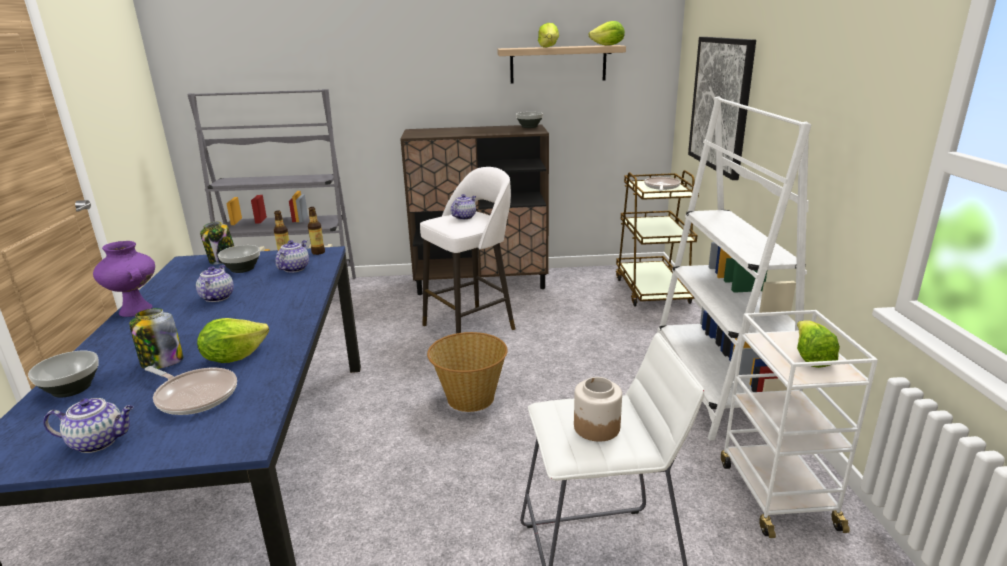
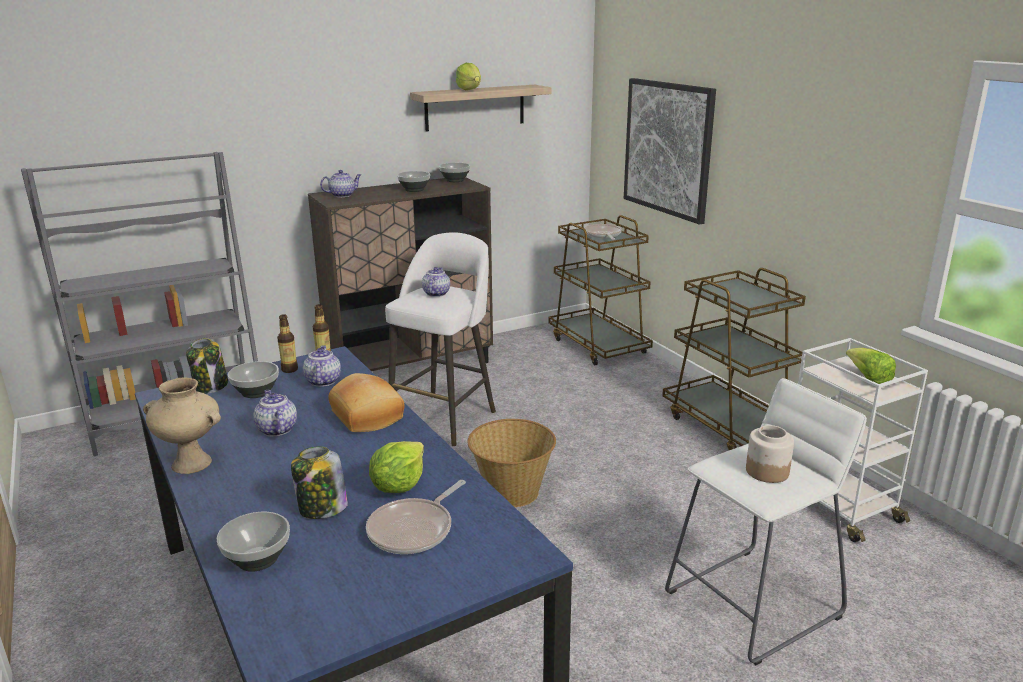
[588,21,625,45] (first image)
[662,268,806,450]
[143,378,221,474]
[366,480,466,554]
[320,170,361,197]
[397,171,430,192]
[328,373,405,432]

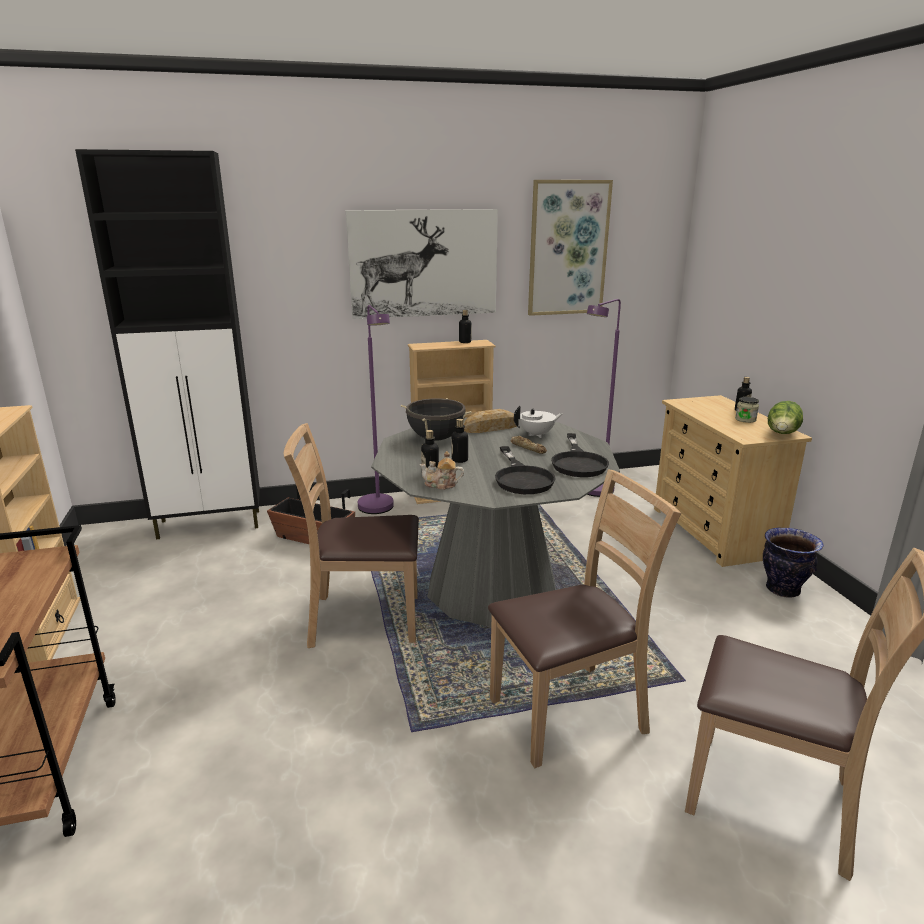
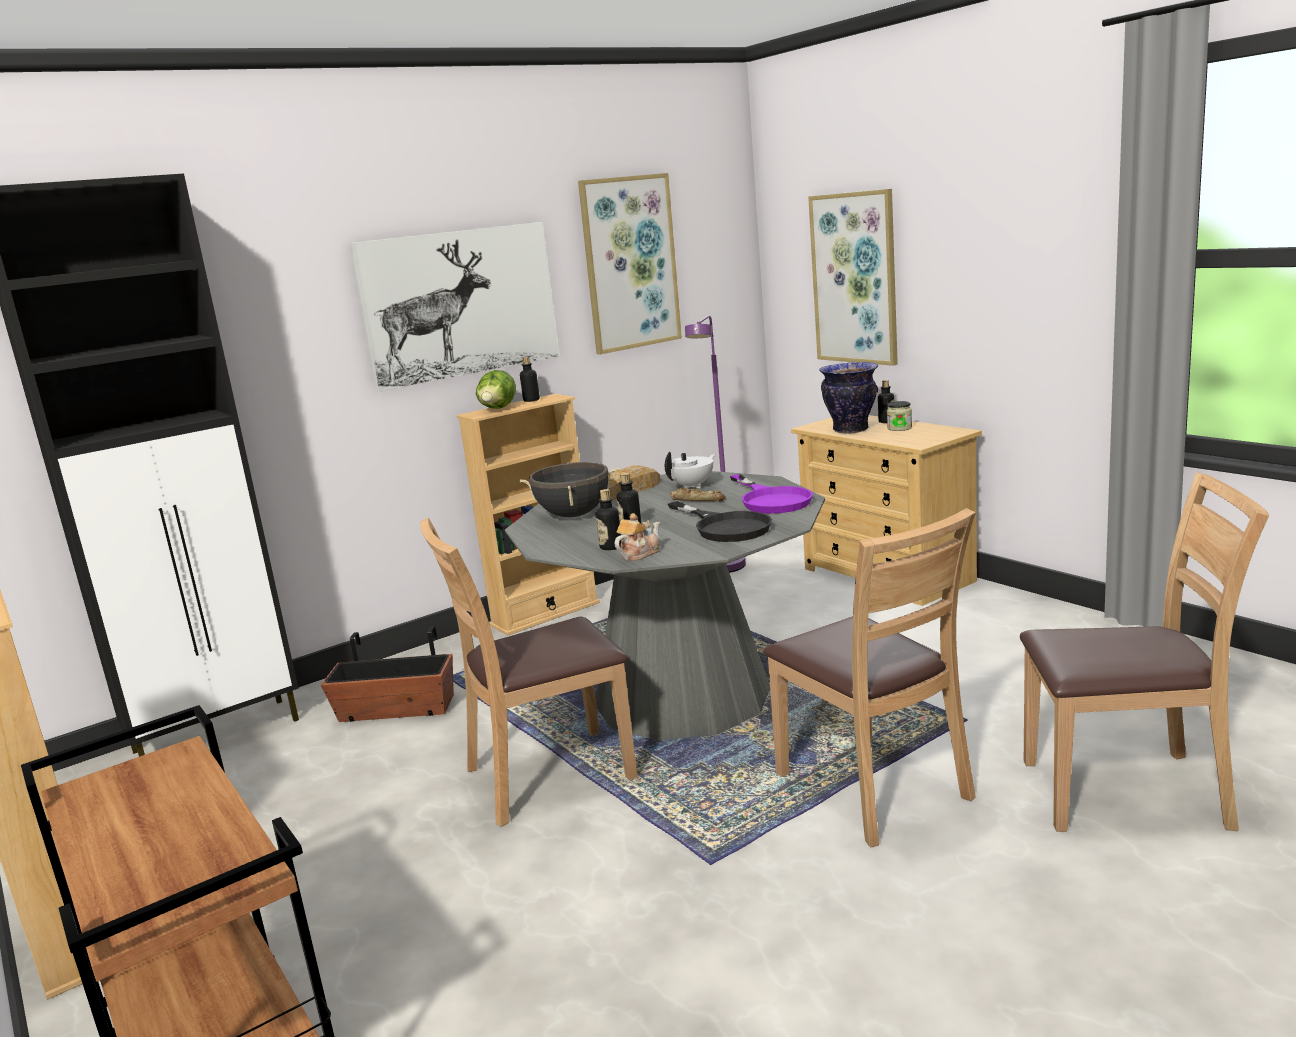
[358,305,394,514] (first image)
[476,370,516,409]
[730,474,813,514]
[615,513,660,561]
[764,508,976,847]
[819,362,878,433]
[808,189,898,366]

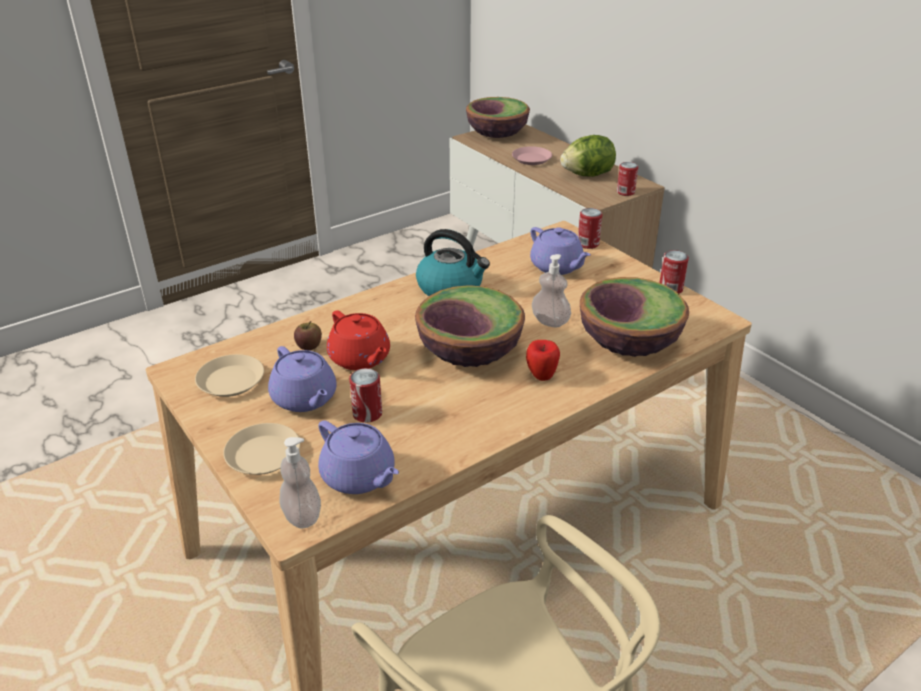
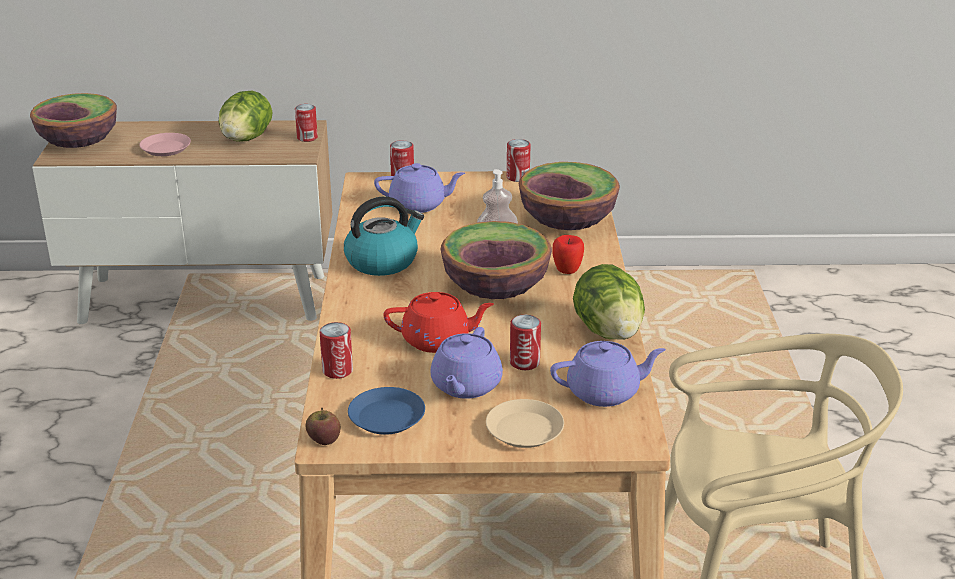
[306,408,340,445]
[430,327,503,399]
[348,387,425,435]
[279,437,321,529] (first image)
[573,264,645,340]
[320,322,353,379]

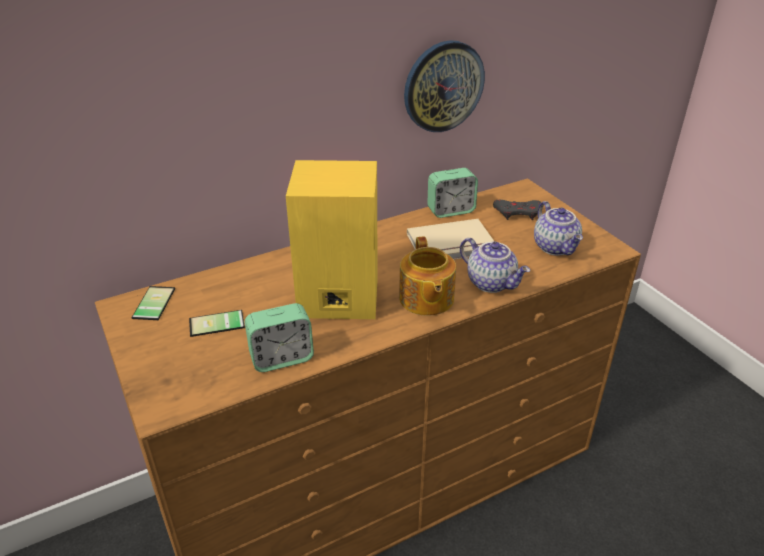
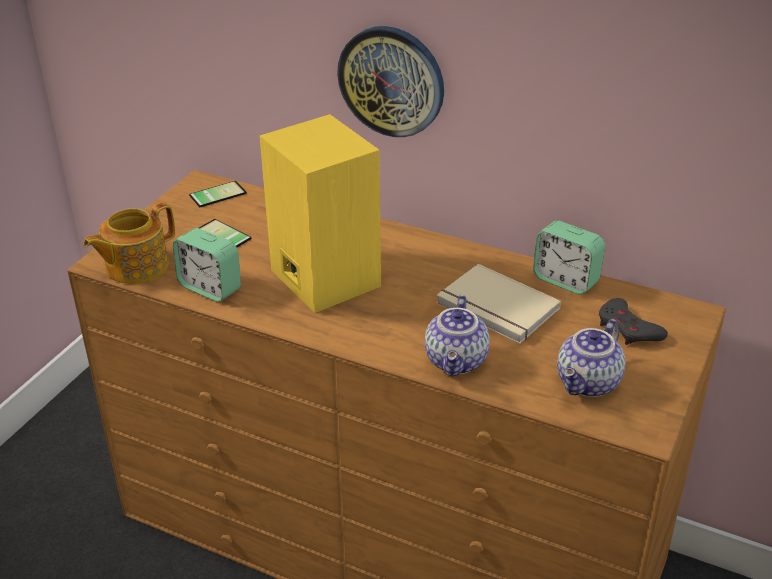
[337,26,444,137]
[83,203,175,284]

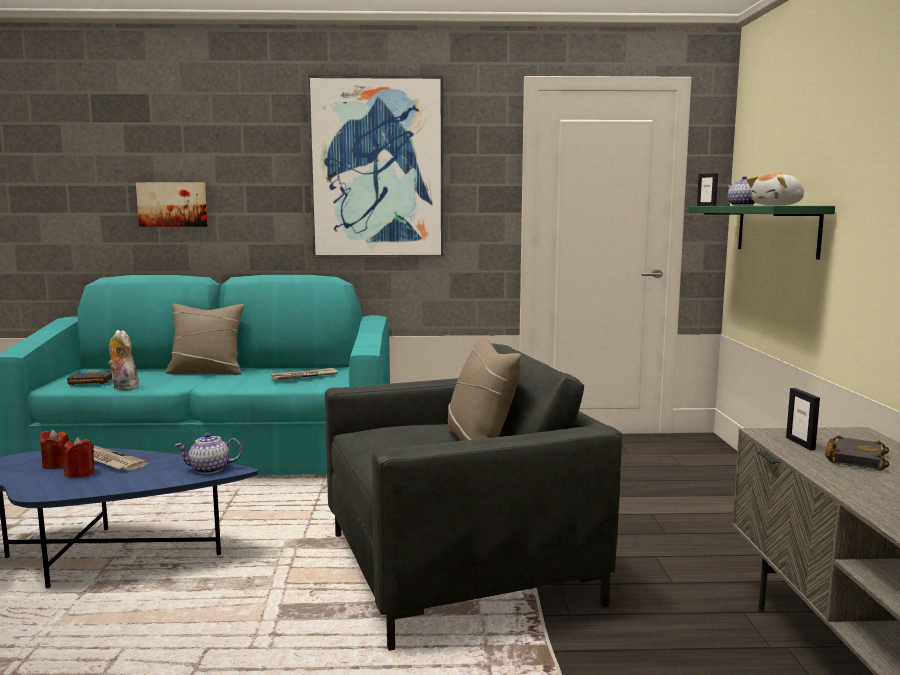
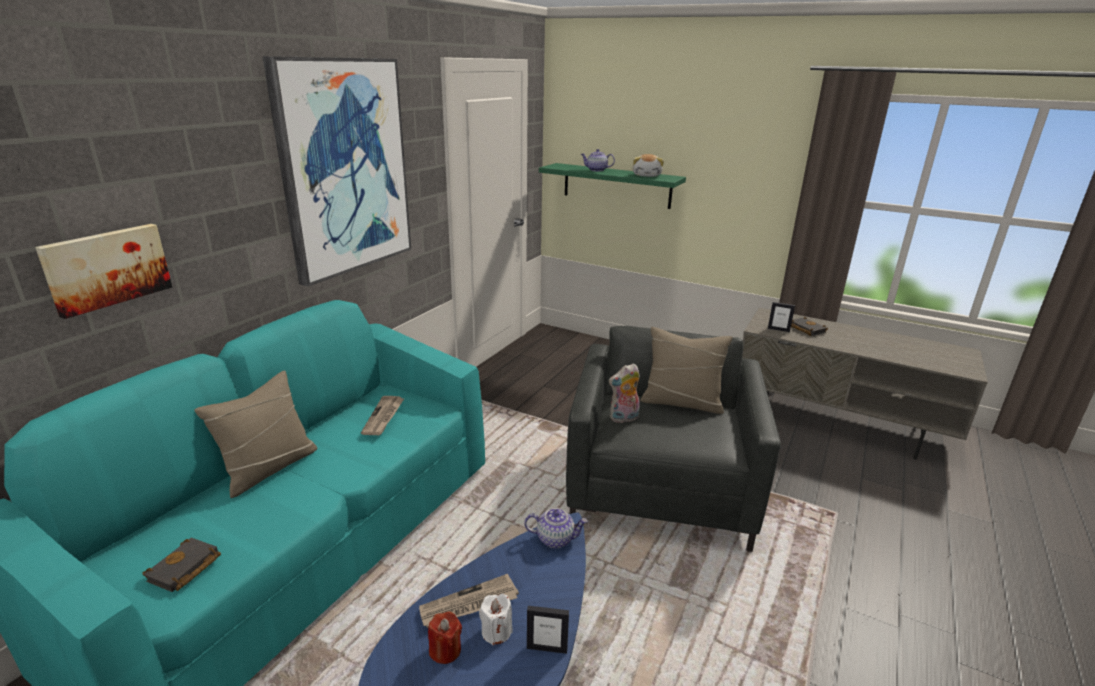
[527,606,569,654]
[609,363,640,423]
[524,508,588,548]
[479,594,513,645]

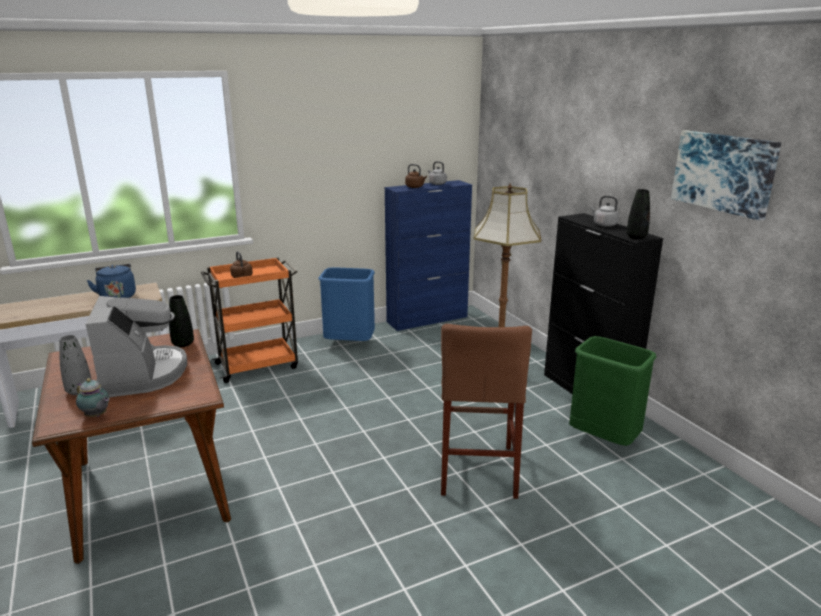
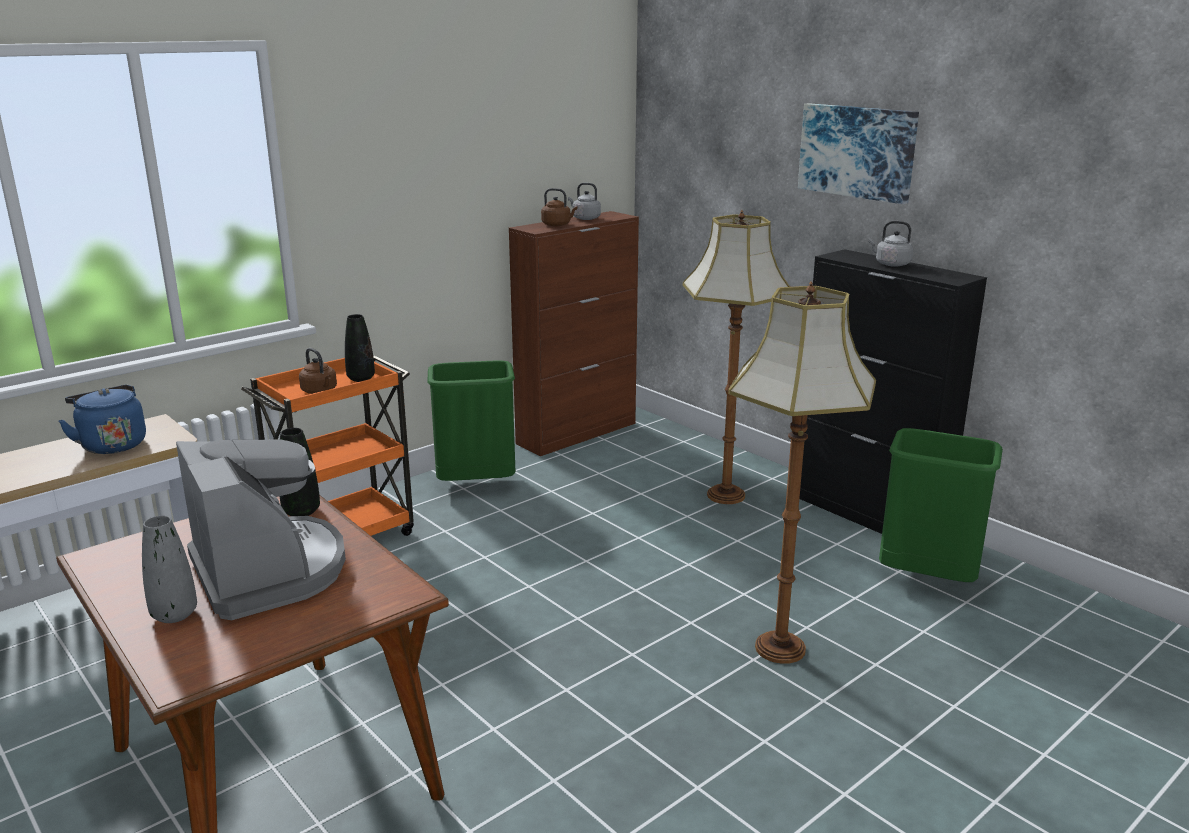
[798,103,919,204]
[509,211,639,456]
[345,314,375,382]
[427,361,516,481]
[728,281,876,664]
[76,378,109,417] (first image)

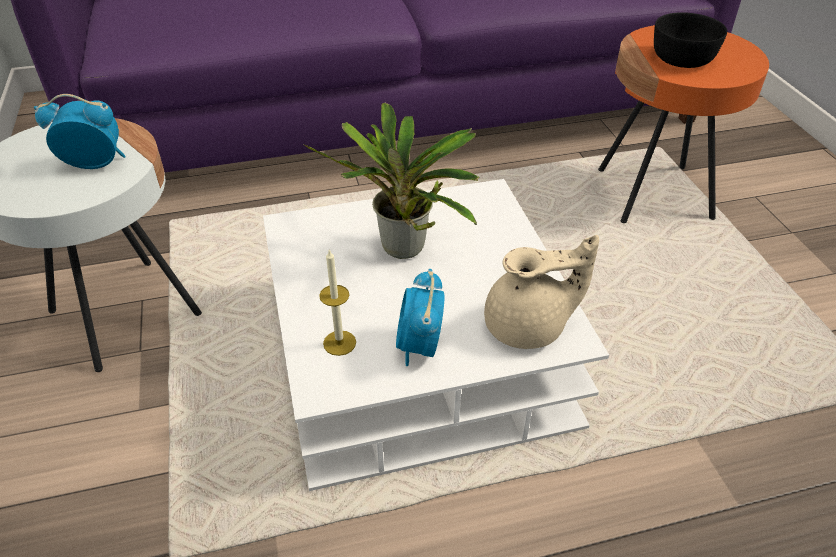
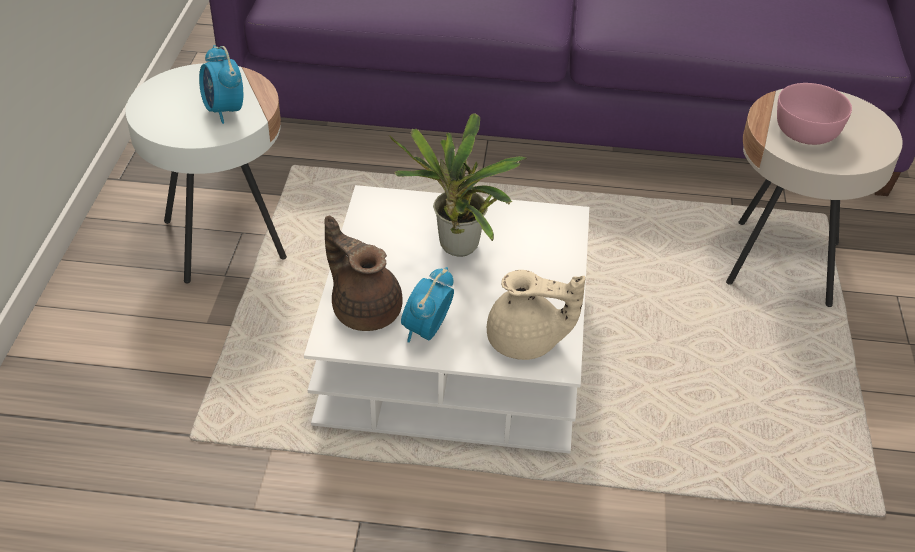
[777,83,852,145]
[726,89,902,307]
[199,45,243,124]
[324,215,403,331]

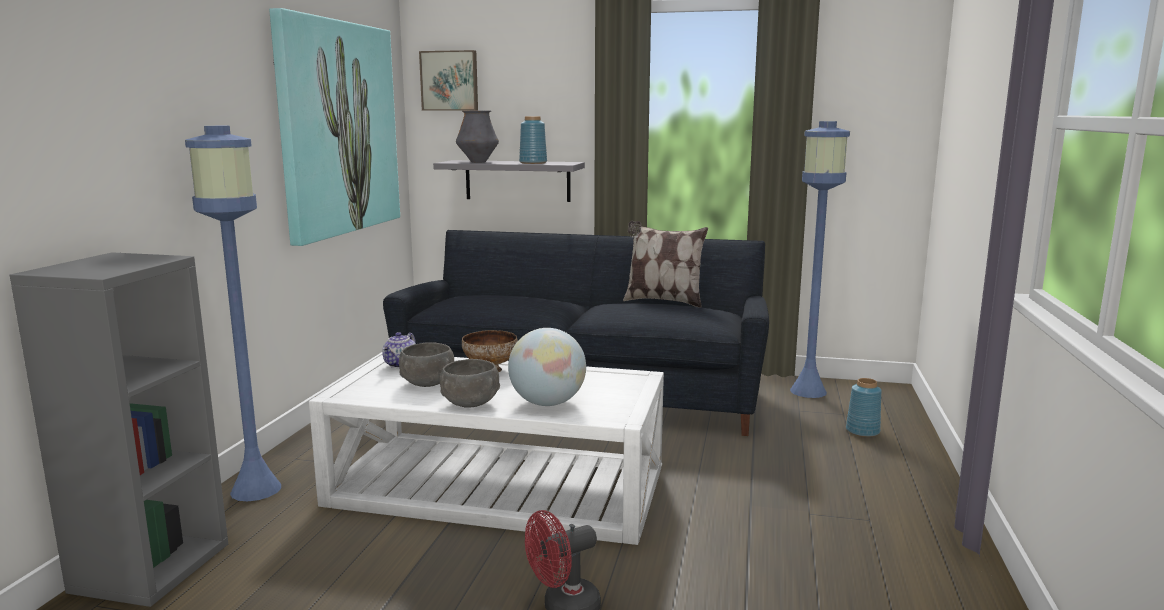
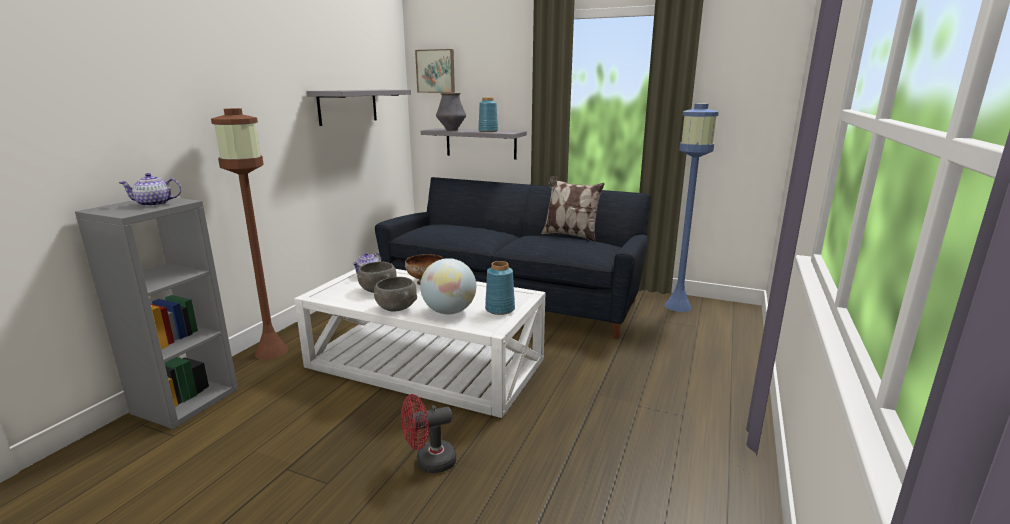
[307,90,411,126]
[211,108,289,360]
[485,261,515,315]
[119,173,182,207]

